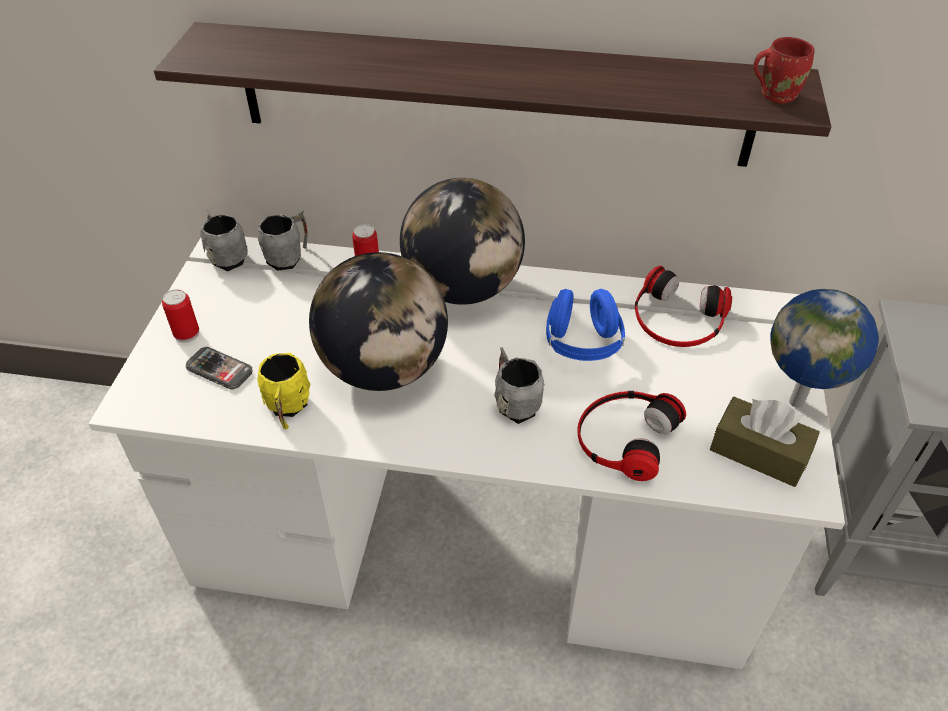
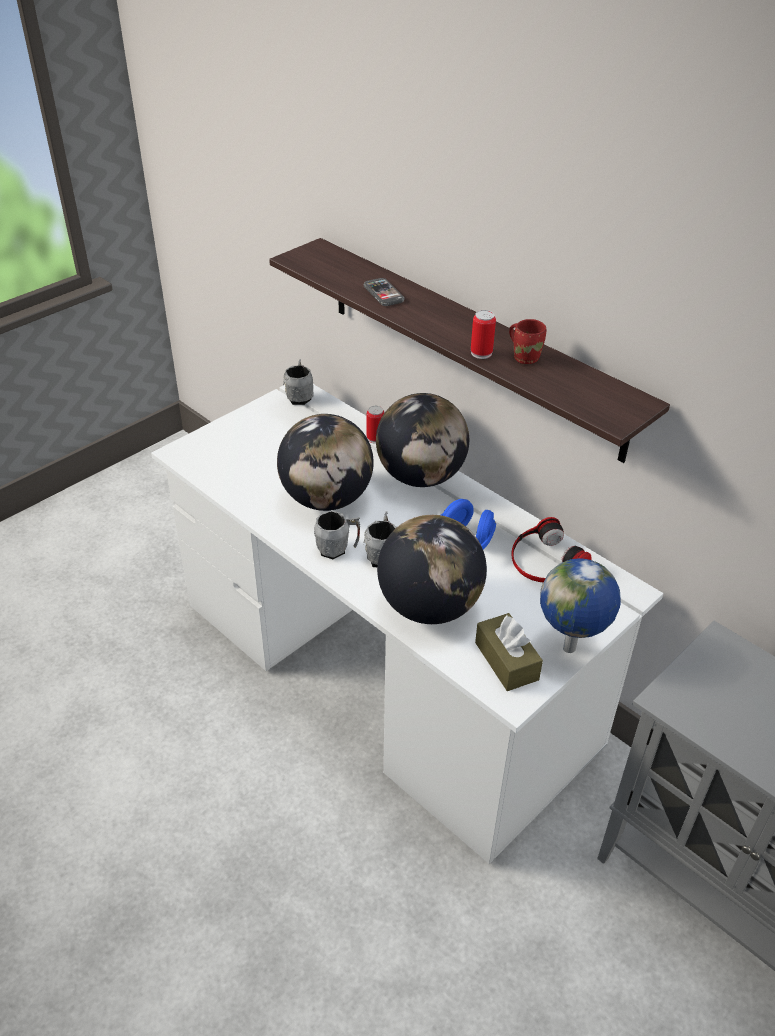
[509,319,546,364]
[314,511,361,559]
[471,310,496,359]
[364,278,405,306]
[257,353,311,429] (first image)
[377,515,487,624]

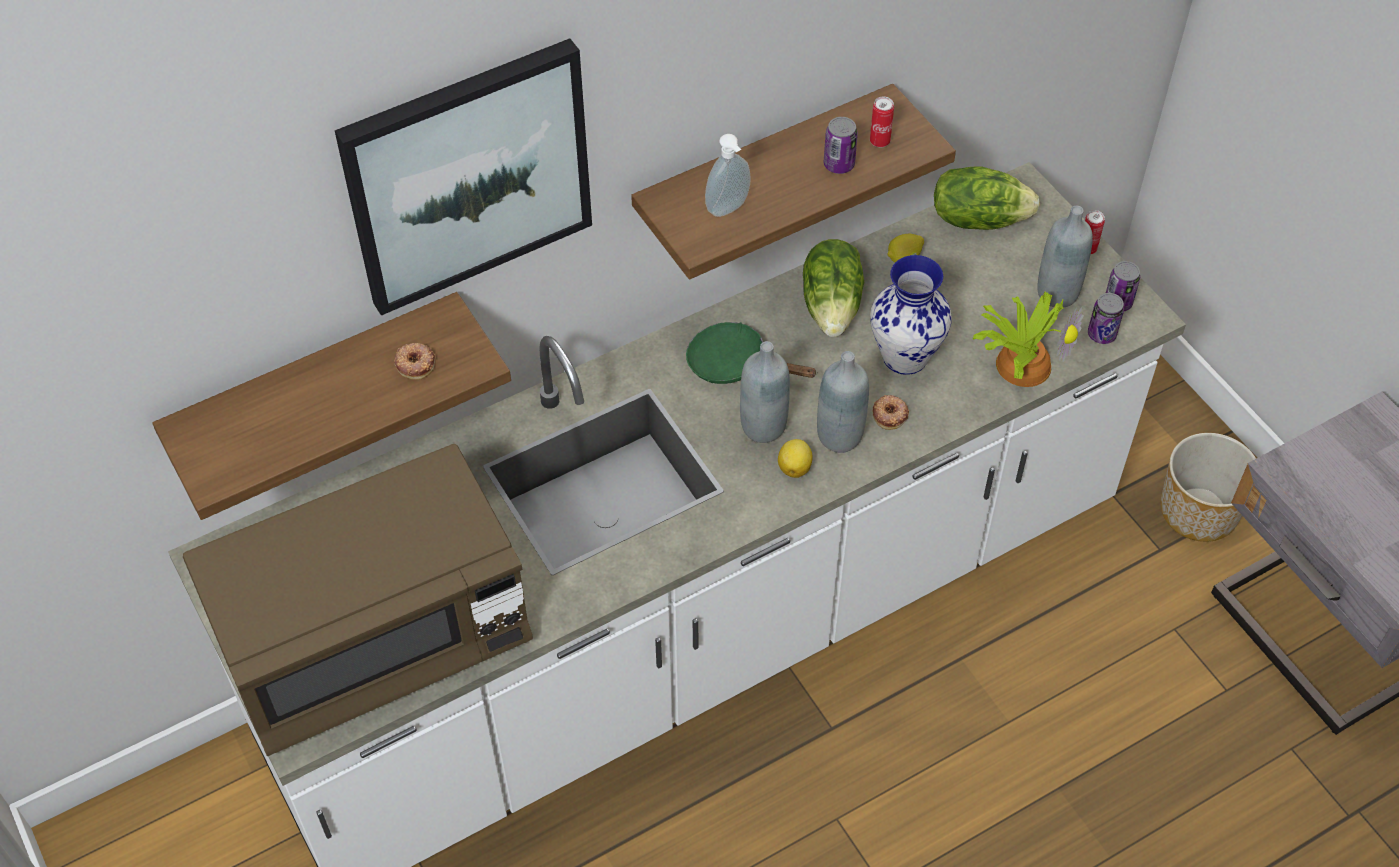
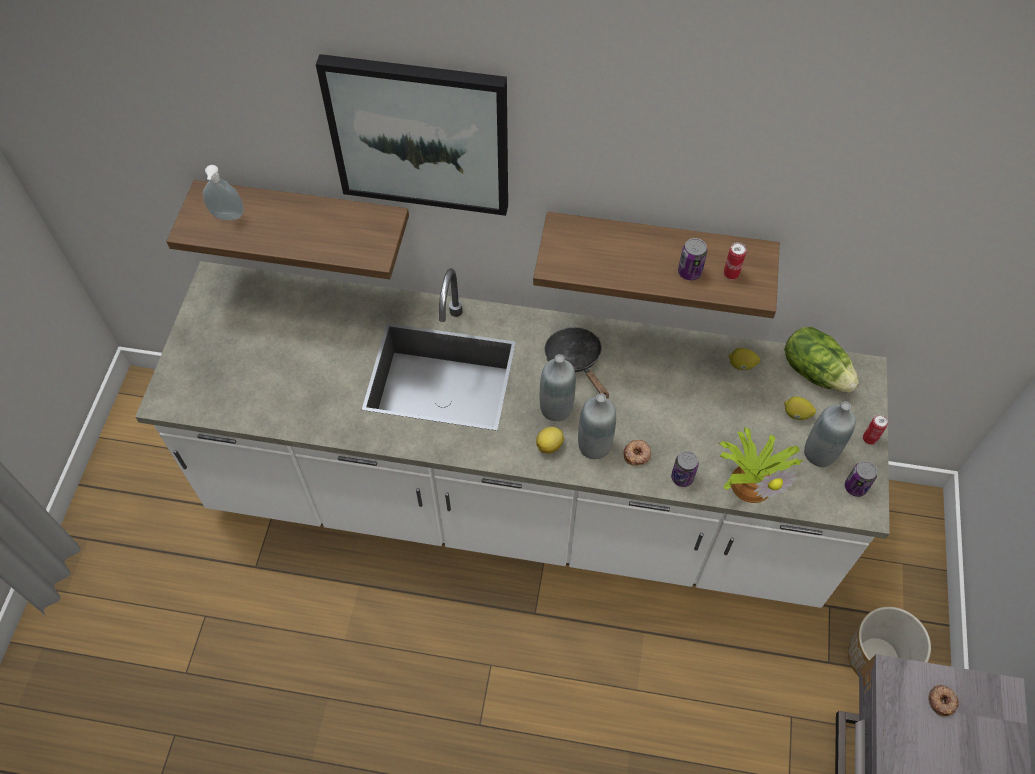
[203,165,244,220]
[803,239,864,337] (first image)
[870,255,952,375] (first image)
[671,451,699,487]
[544,327,609,399]
[929,685,959,717]
[183,444,533,756] (first image)
[784,396,816,420]

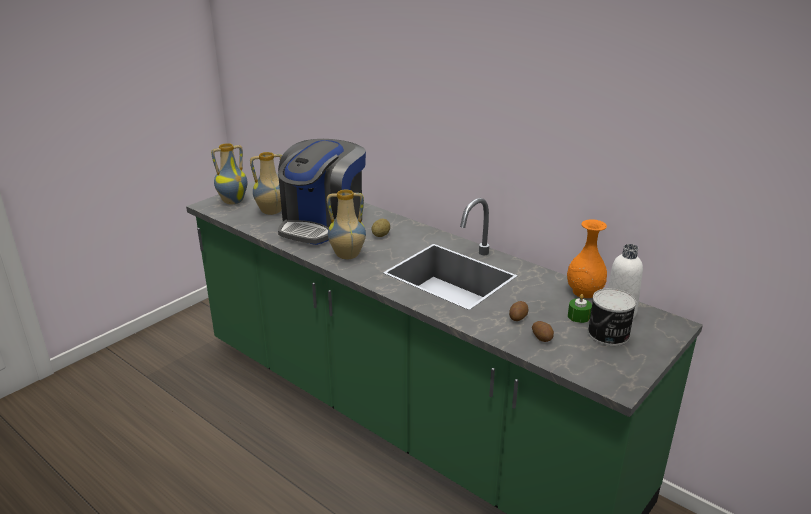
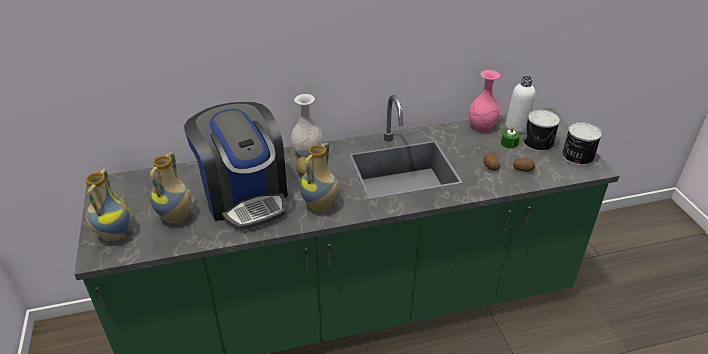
[469,70,500,131]
[291,94,323,158]
[562,122,602,166]

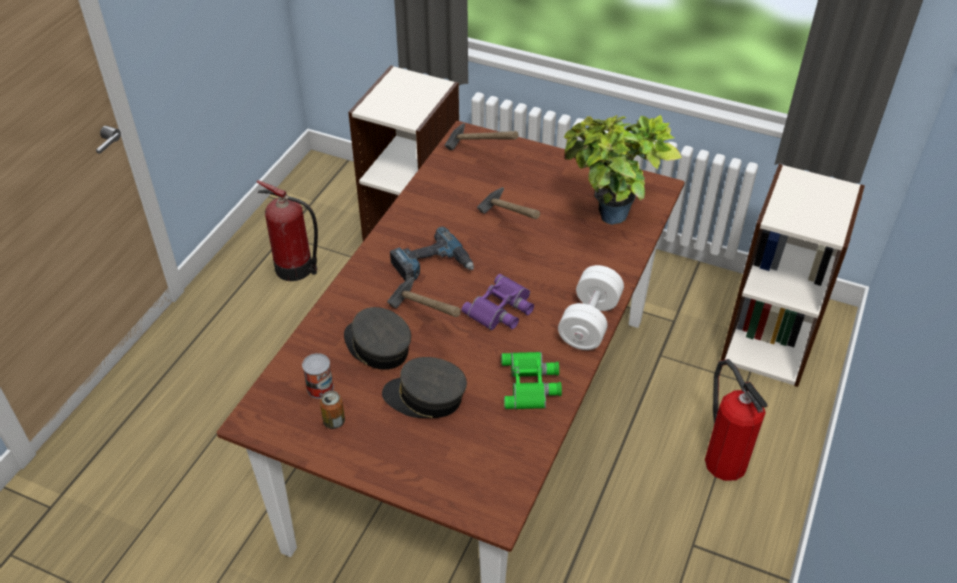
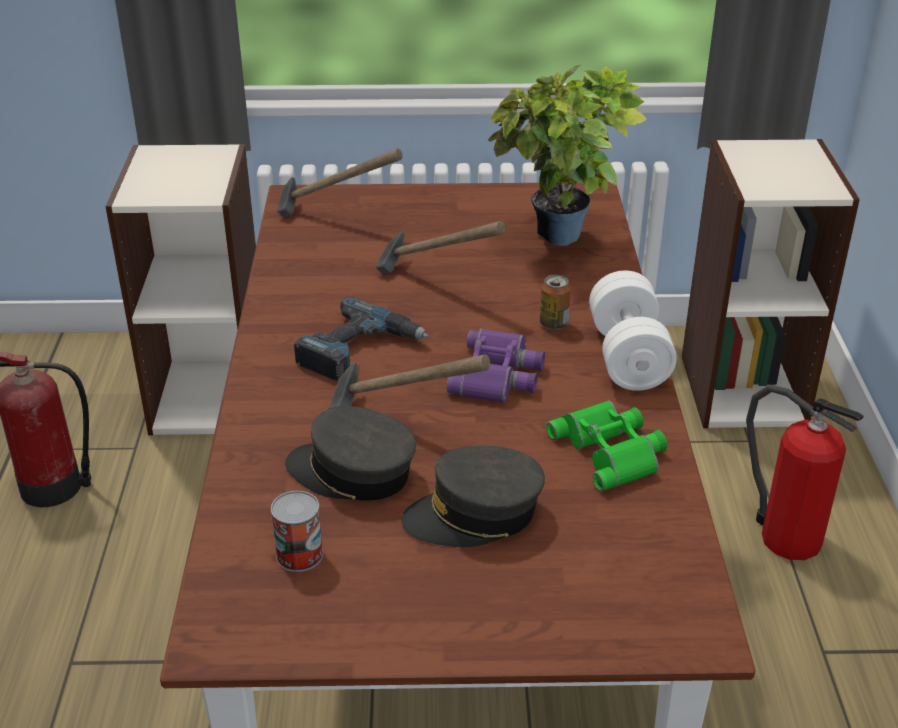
[540,275,571,330]

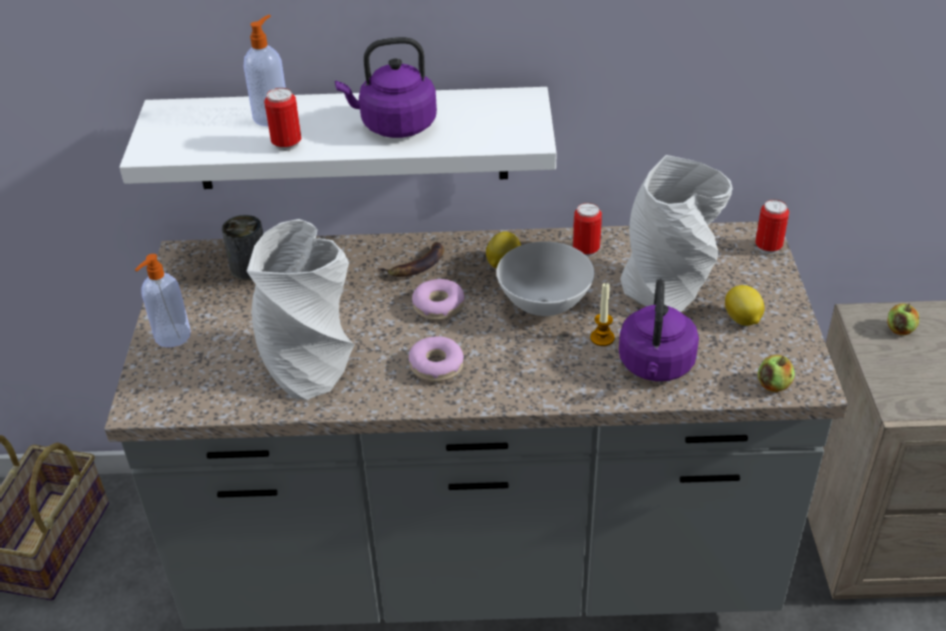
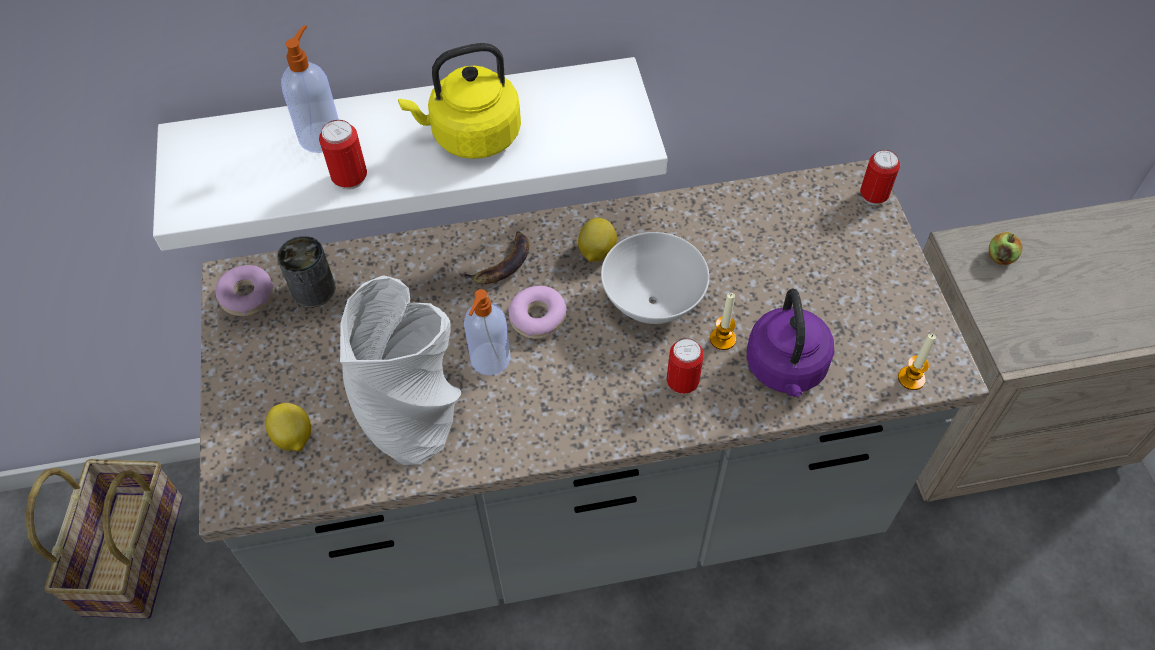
[398,43,521,159]
[620,155,733,312] (first image)
[666,338,704,394]
[464,289,511,375]
[265,403,311,451]
[216,265,274,316]
[898,334,936,390]

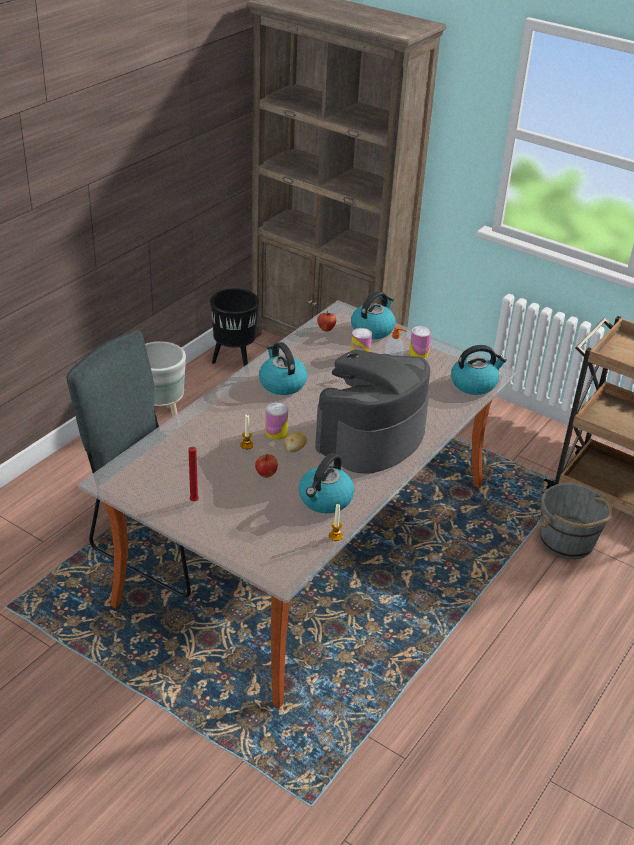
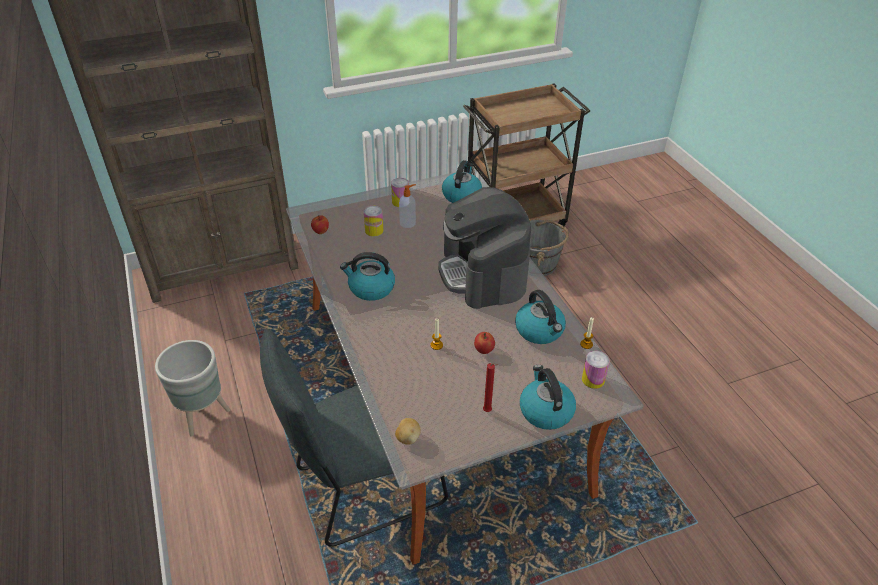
[210,288,259,366] (first image)
[520,365,576,430]
[582,351,610,389]
[395,418,421,445]

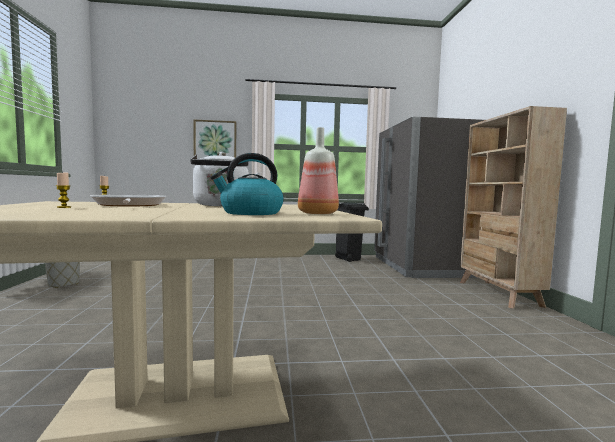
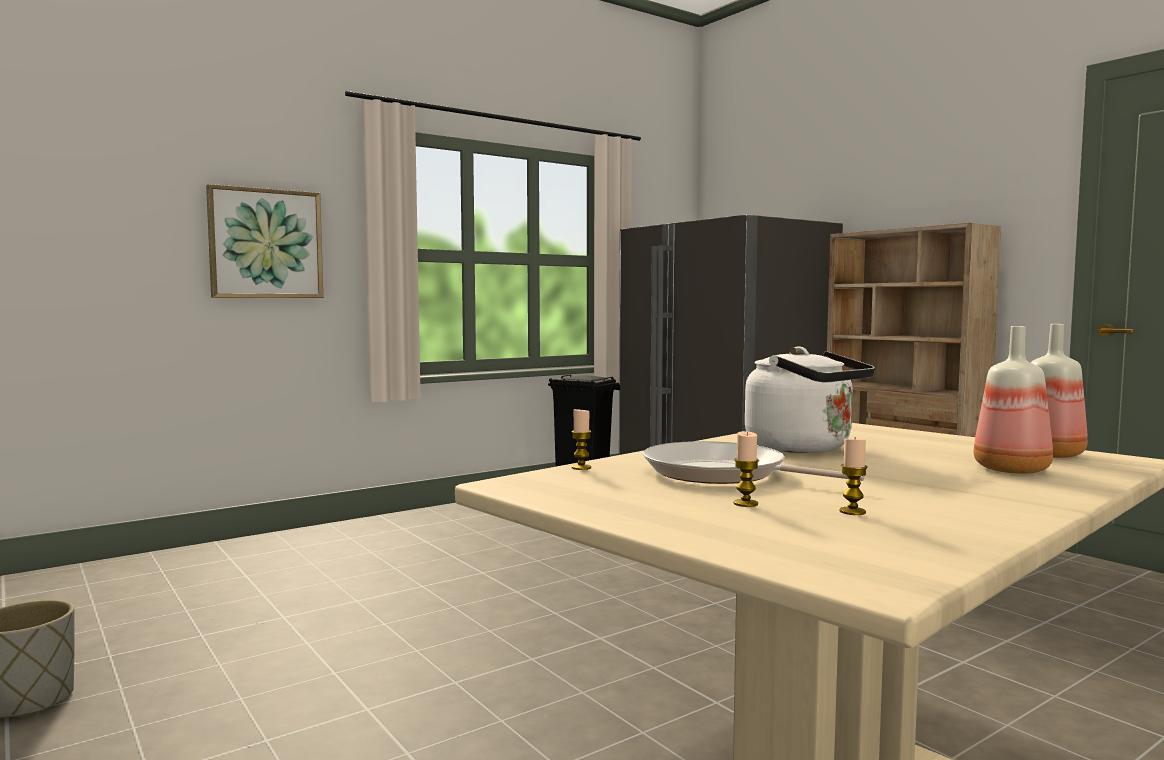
[973,326,1053,474]
[840,439,868,515]

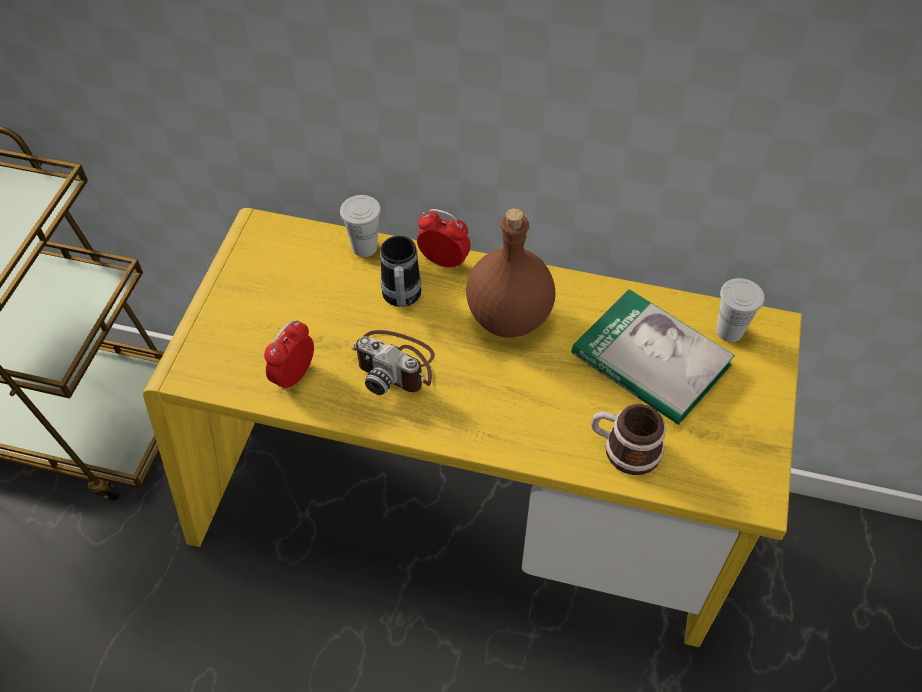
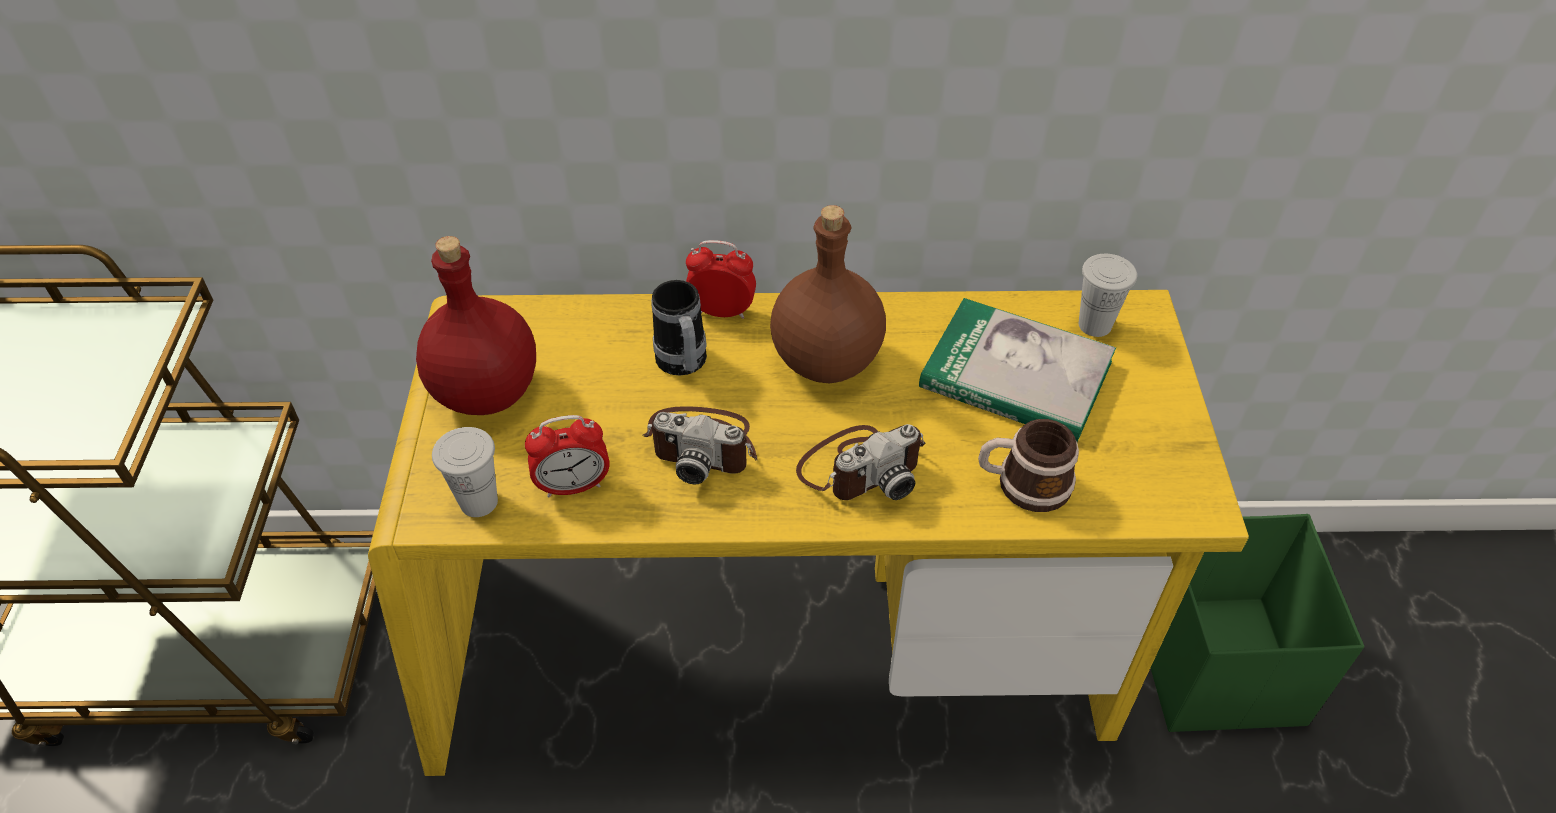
[432,427,498,517]
[525,415,610,498]
[416,236,536,415]
[796,424,925,500]
[1151,514,1365,732]

